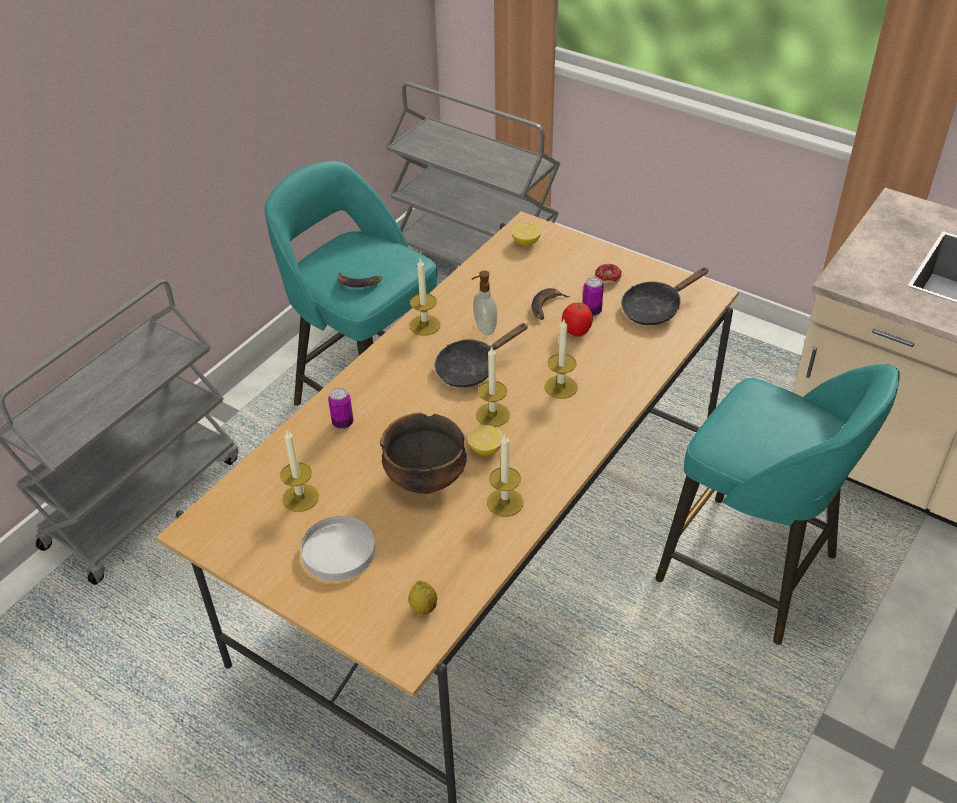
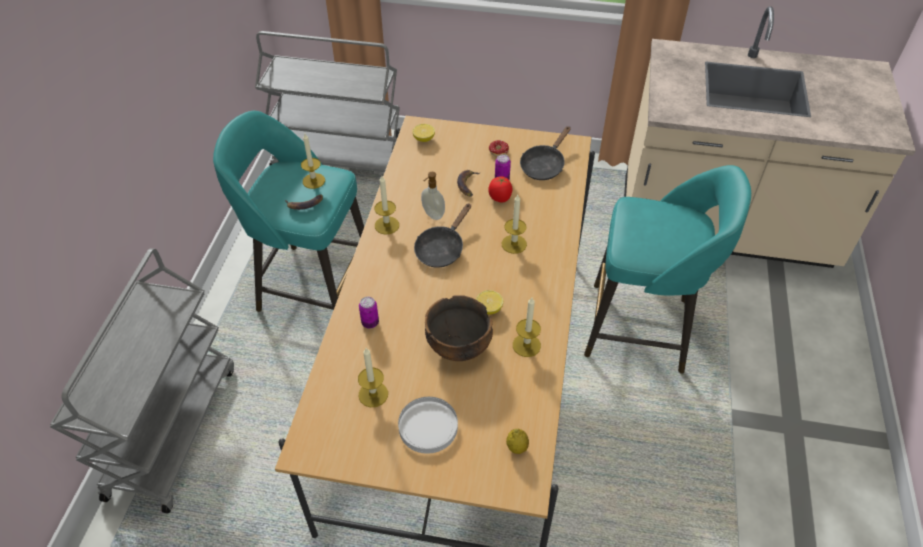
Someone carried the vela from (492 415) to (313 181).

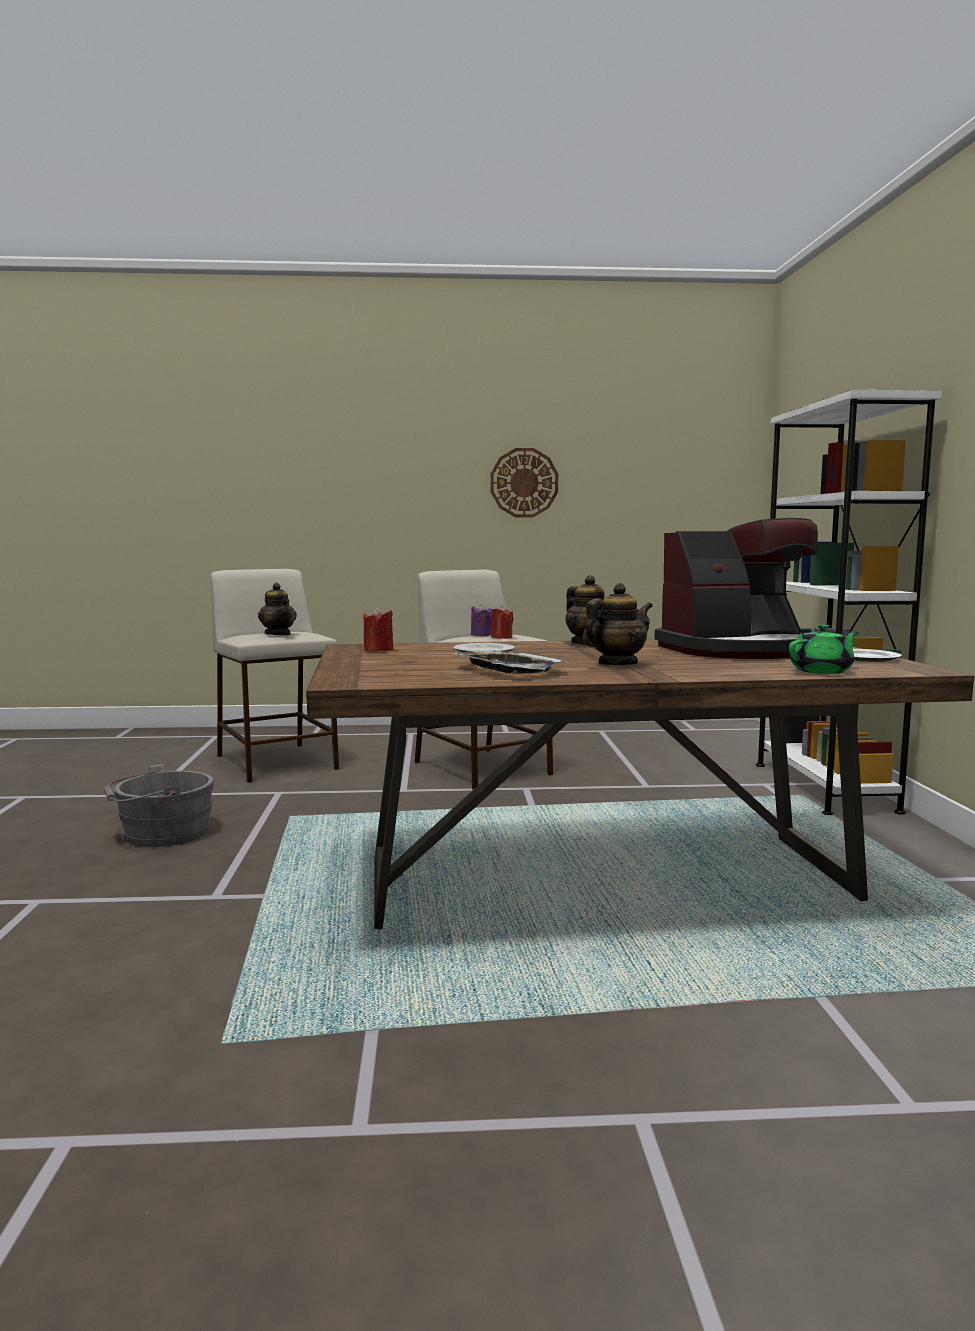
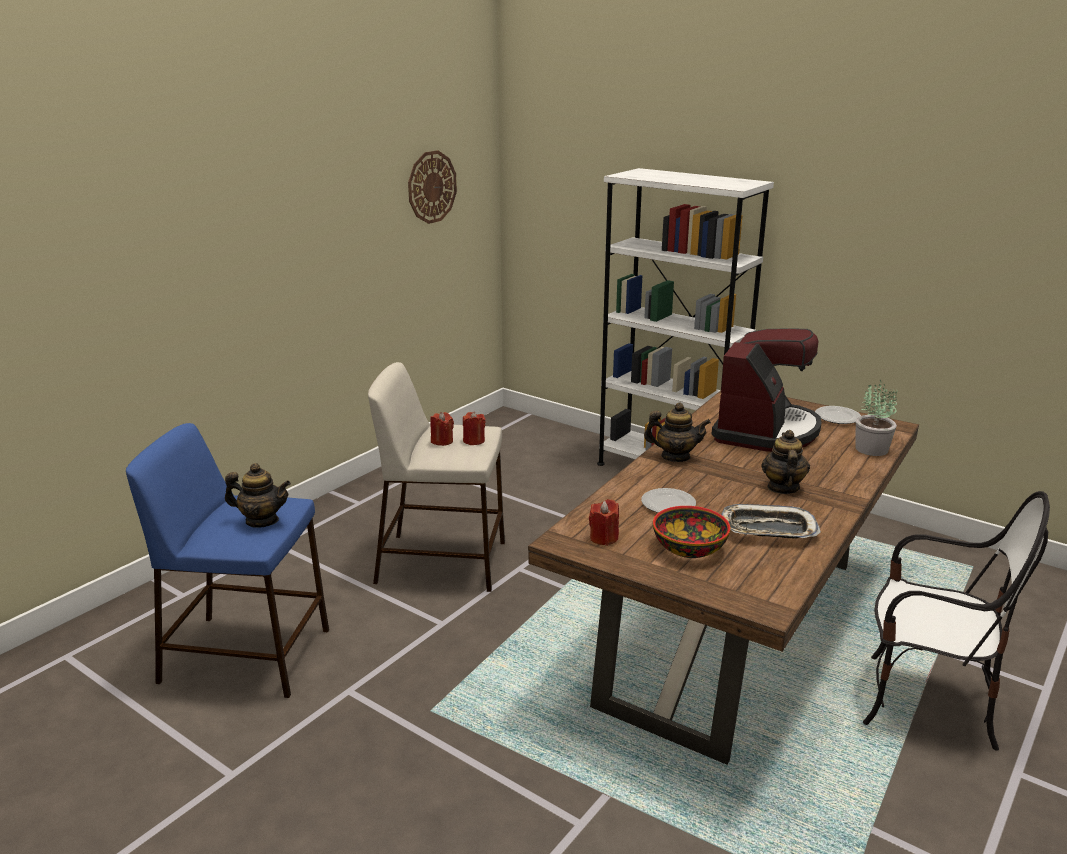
Someone repainted the taburete/beis at (277 762), which became the taburete/azul at (248 655). Someone carried the reloj de pared from (524 483) to (431 187). Someone repainted the vela/morado at (481 635), which became the vela/rojo at (442 441). Someone put down the cuenco at (689 549). Someone swapped the tetera/verde at (822 671) for the planta en maceta at (871 449). Someone put down the silla at (926 704). Someone took away the cubo/gris at (161 833).

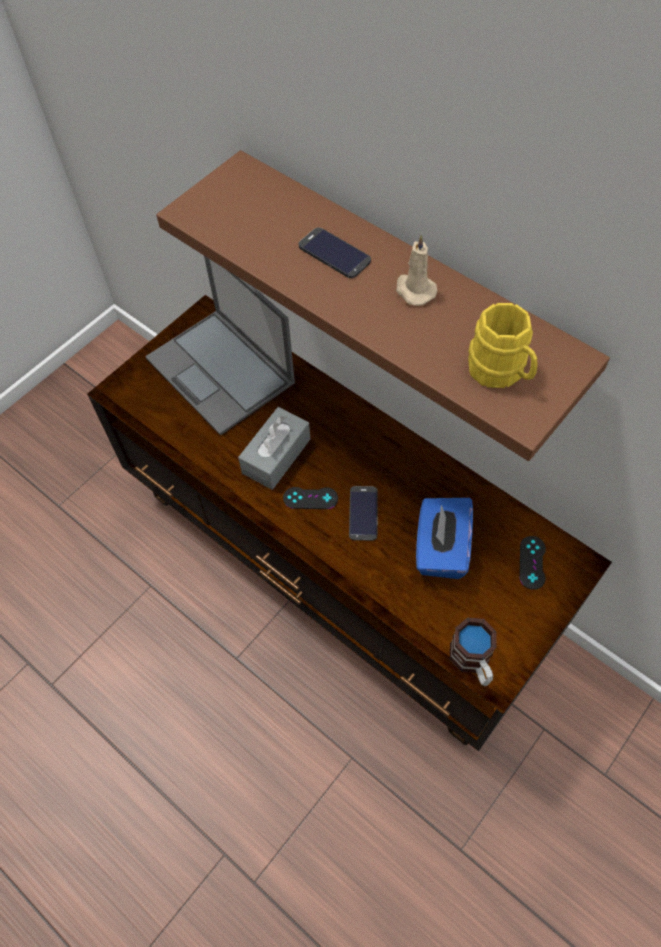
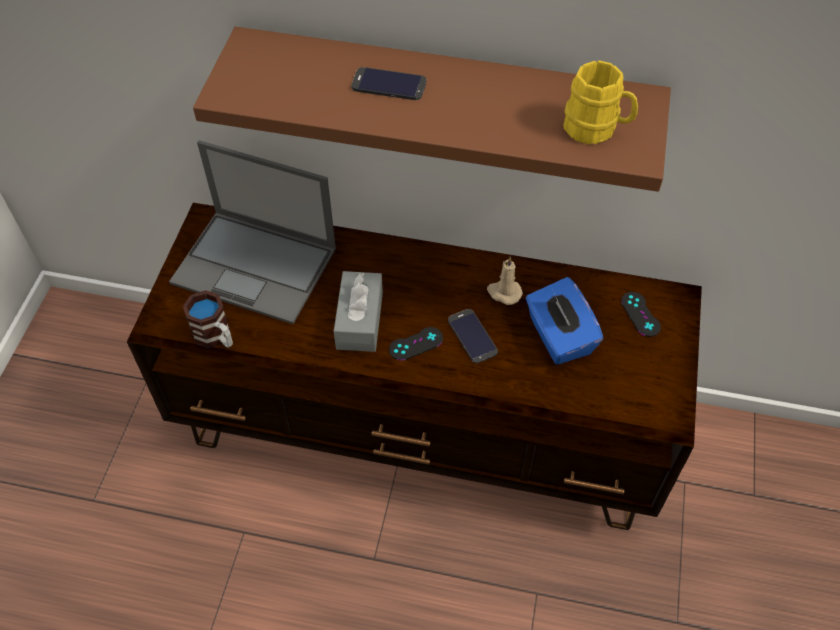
Someone carried the taza grande from (473 662) to (216 336). Someone carried the vela/beis from (414 290) to (503 292).

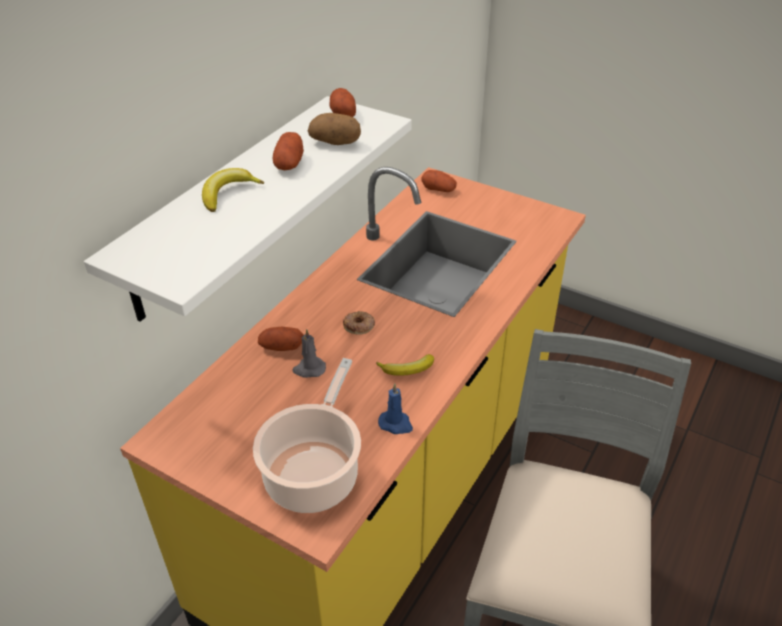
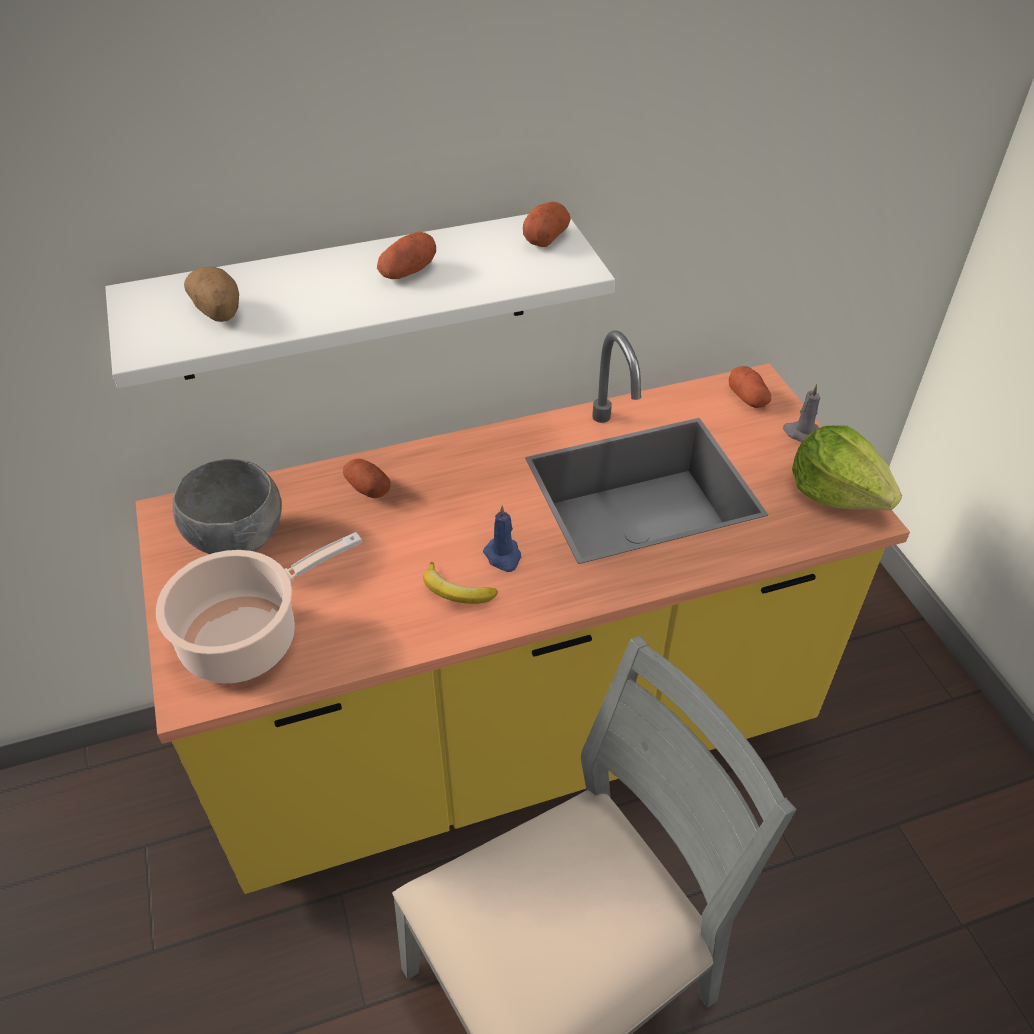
Someone put down the cuenco/gris at (236 538). Someone carried the patata from (336 142) to (219 312). Someone carried the vela/azul from (396 424) to (503 556). Someone carried the vela/gris from (309 369) to (801 433). Someone put down the lechuga at (837 492). Someone took away the plátano at (228 194). Someone took away the rosquilla at (359 326).

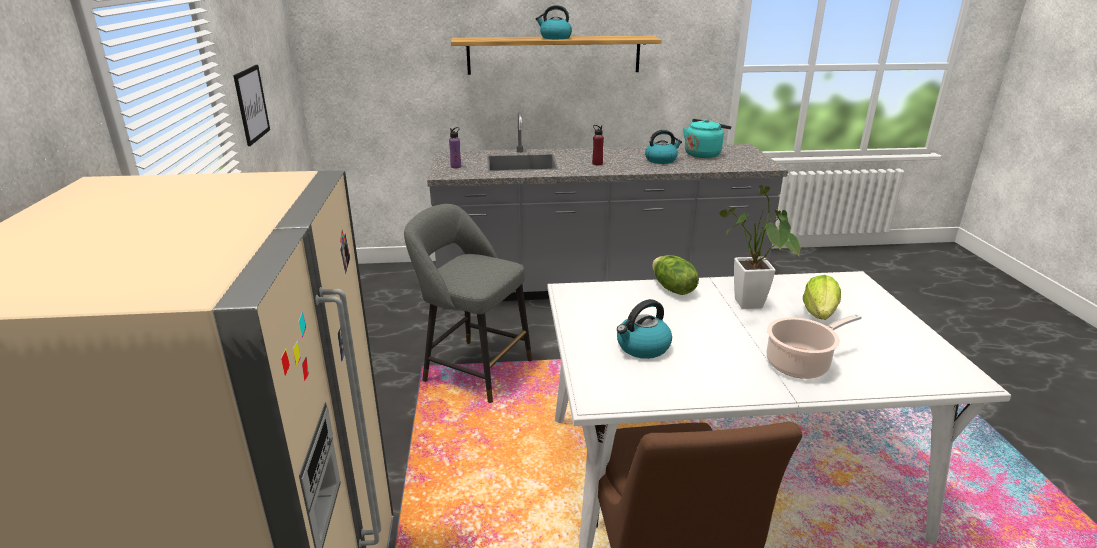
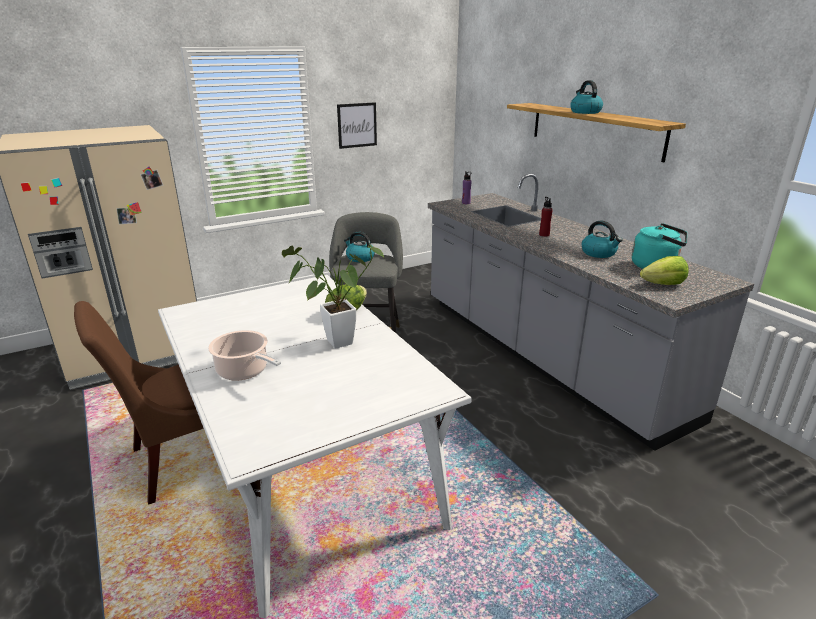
Someone carried the hervidor from (642 347) to (360 258). Someone carried the lechuga from (819 314) to (663 284).

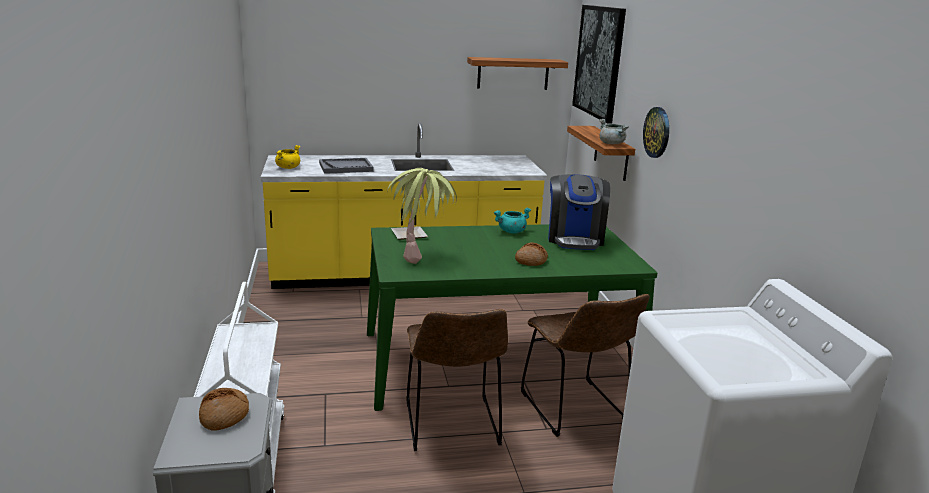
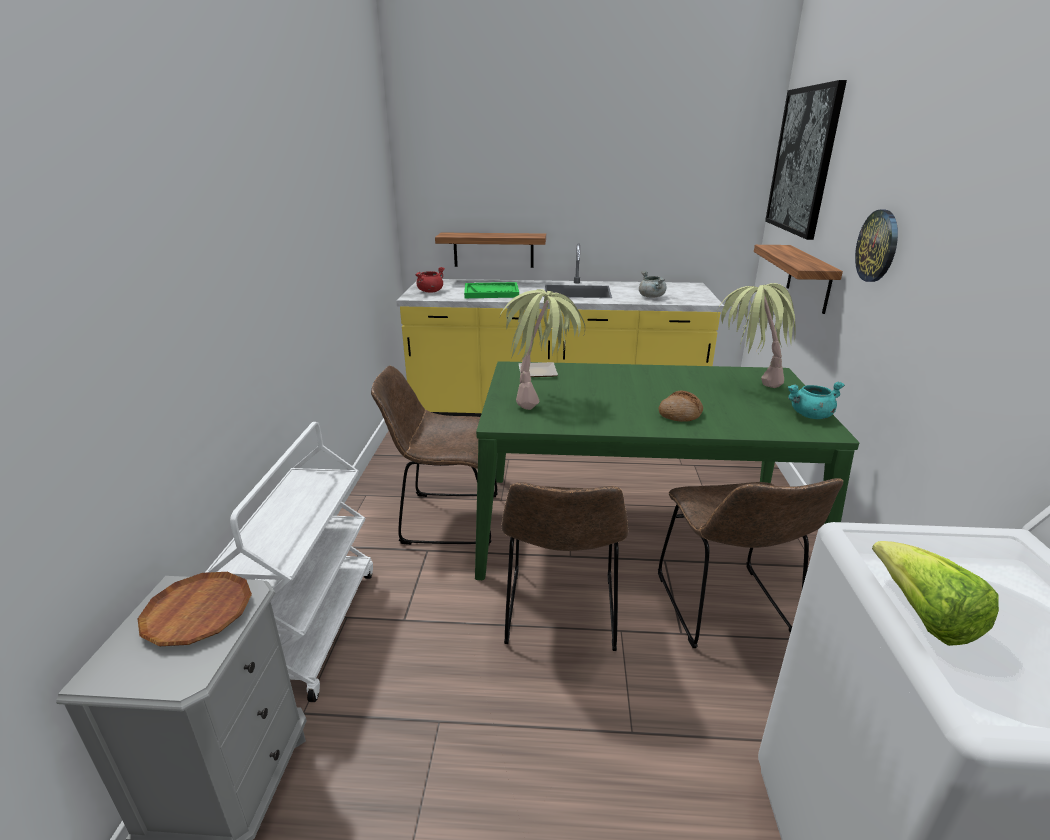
Someone swapped the pan at (224 416) for the plato/marrón at (198 613). Someone put down the silla/marrón at (444 519). Someone repainted the olla/amarillo at (288 167), which became the olla/rojo at (430 291). Someone carried the estante from (513 73) to (493 250). Someone repainted the bandeja/gris at (346 167), which became the bandeja/verde at (491 292). Someone carried the olla/gris from (612 143) to (652 296). Someone swapped the cafetera at (575 238) for the planta en maceta at (746 386). Someone carried the olla/turquesa from (511 232) to (810 415). Someone put down the lechuga at (922 616).

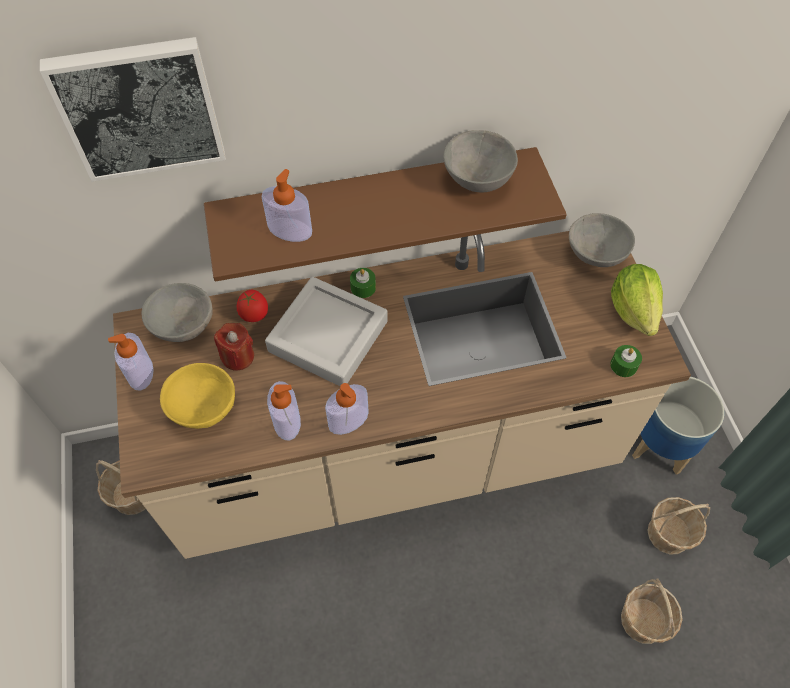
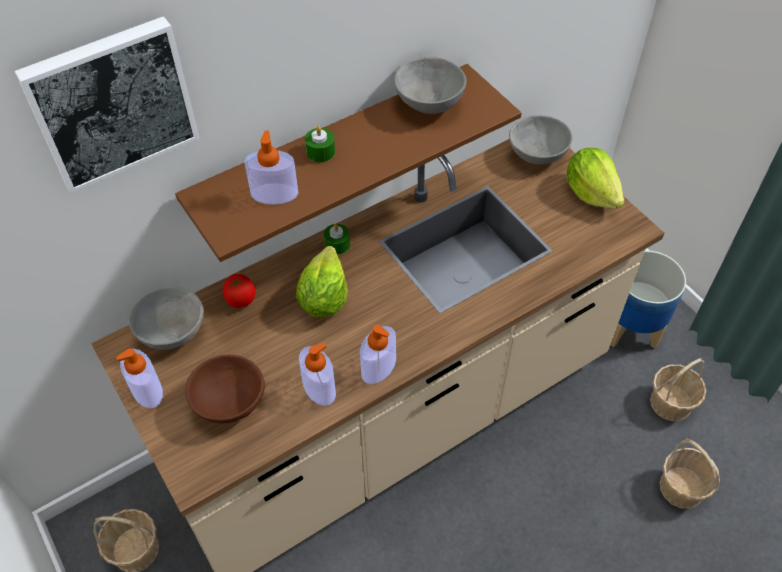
Someone repainted the cuenco/amarillo at (204 407), which became the cuenco/marrón at (229 402). Someone swapped the bandeja/gris at (328 336) for the lechuga at (324 298). Someone carried the vela/verde from (623 365) to (320 152). Someone took away the vela/rojo at (238 356).

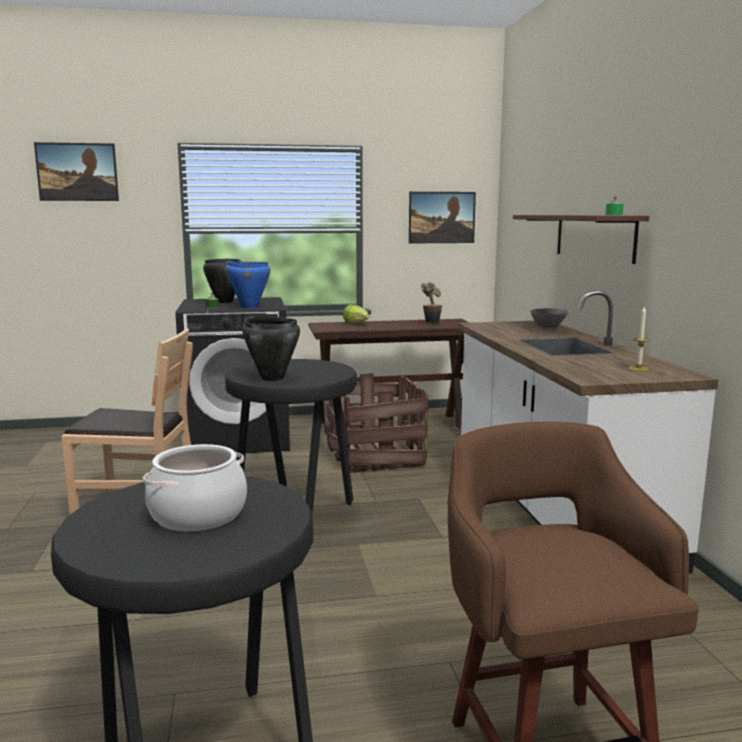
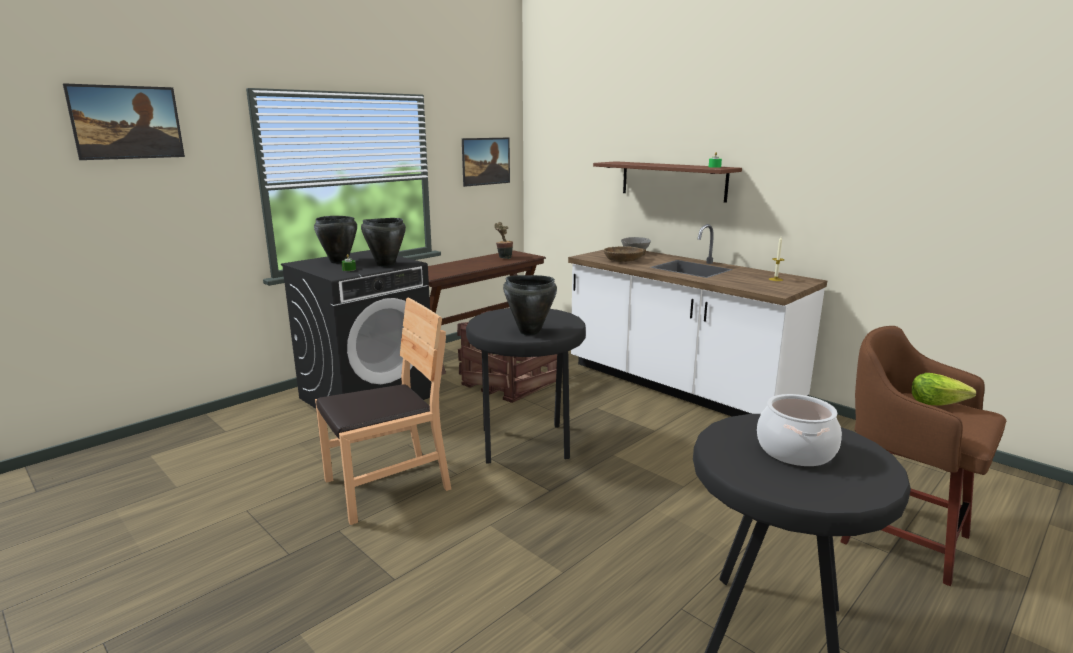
Someone repainted the olla/azul at (249 307), which became the olla/negro at (385 265). Someone put down the cuenco/marrón at (623 259). Someone carried the lechuga from (356 323) to (936 403).

